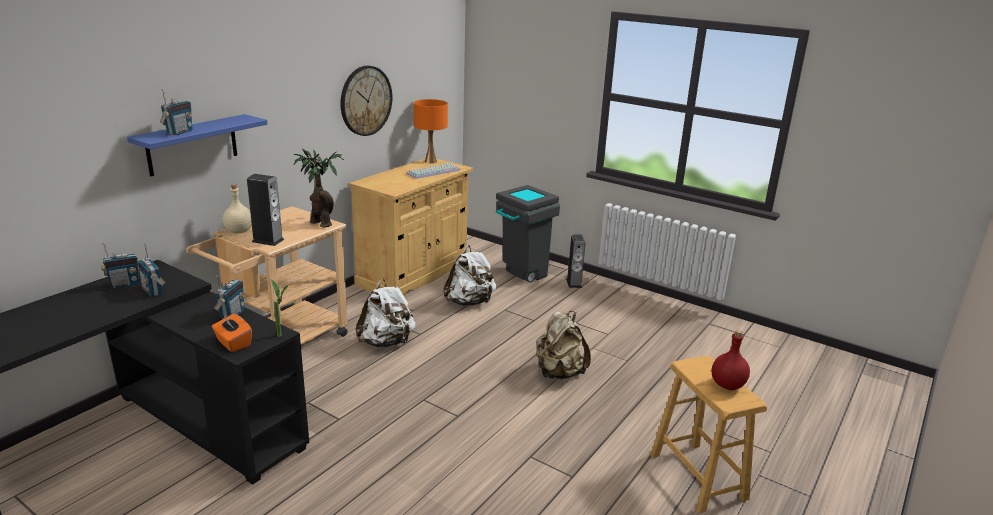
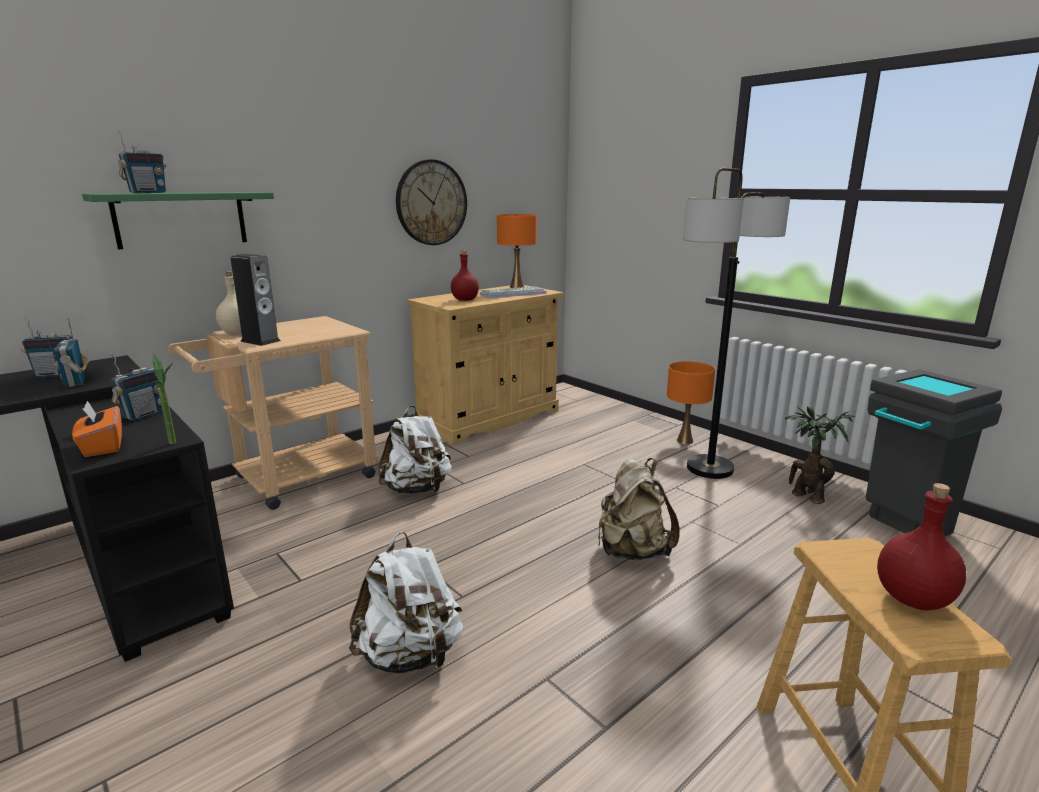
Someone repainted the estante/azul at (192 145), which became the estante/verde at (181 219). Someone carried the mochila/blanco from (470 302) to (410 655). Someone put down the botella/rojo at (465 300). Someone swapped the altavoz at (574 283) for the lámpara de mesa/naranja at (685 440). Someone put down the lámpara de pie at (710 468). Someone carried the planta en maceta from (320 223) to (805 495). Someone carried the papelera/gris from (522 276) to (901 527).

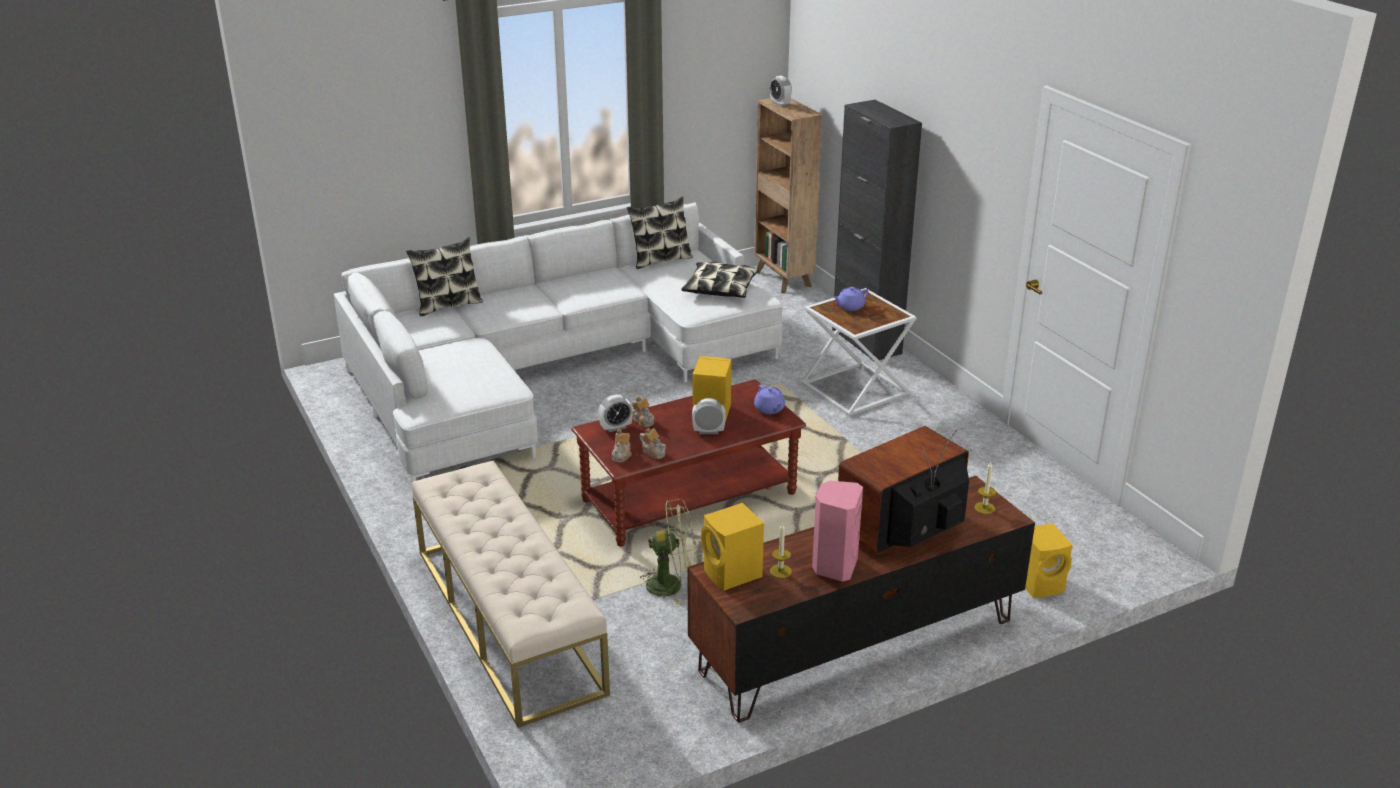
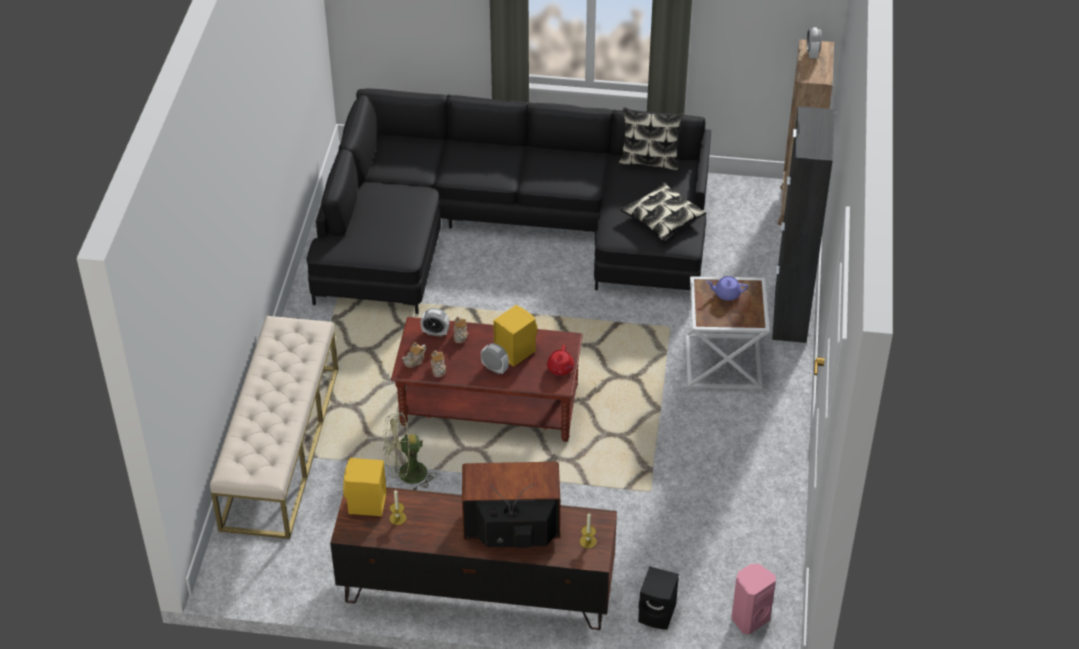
Someone repainted the sofá/blanco at (551 370), which became the sofá/negro at (507 228). Someone rotated the ventilador/verde at (672 585) by 135 degrees clockwise. Someone repainted the tetera/morado at (769 409), which became the tetera/rojo at (560 369). Someone repainted the altavoz/amarillo at (1041 583), which became the altavoz/negro at (658 614). Someone carried the altavoz/rosa from (834 566) to (749 618). Someone took away the cojín at (448 305).

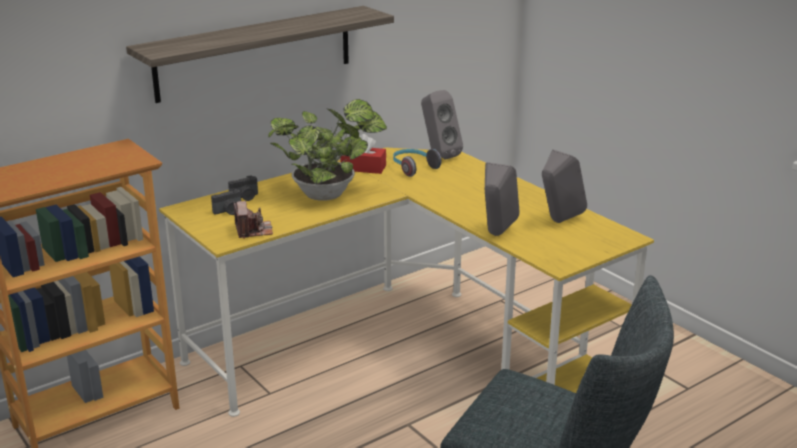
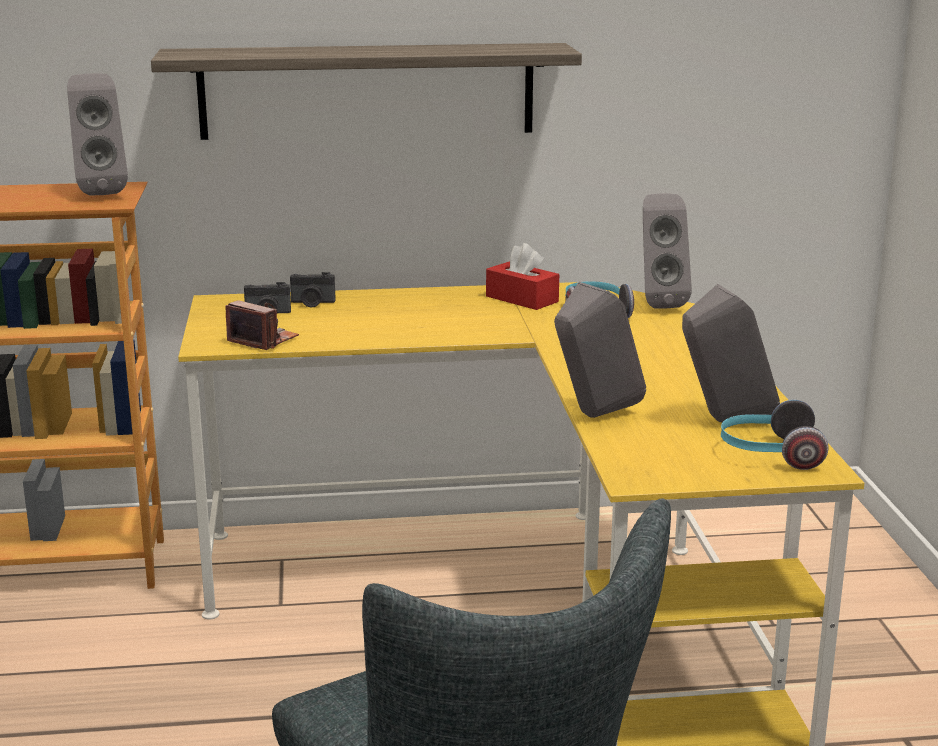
Someone put down the altavoz/gris at (101 192). Someone rotated the cámara at (253 230) by 75 degrees counterclockwise. Someone put down the auriculares at (769 453). Someone took away the planta en maceta at (329 194).

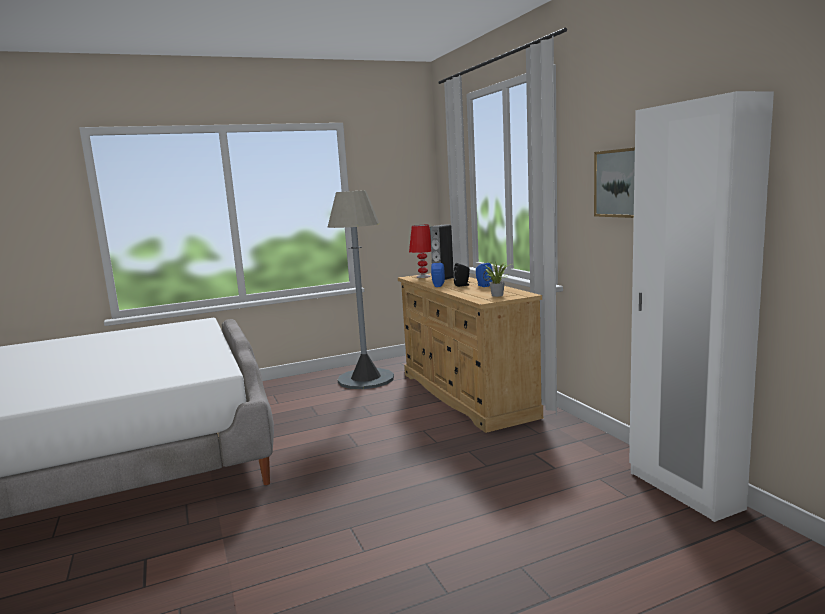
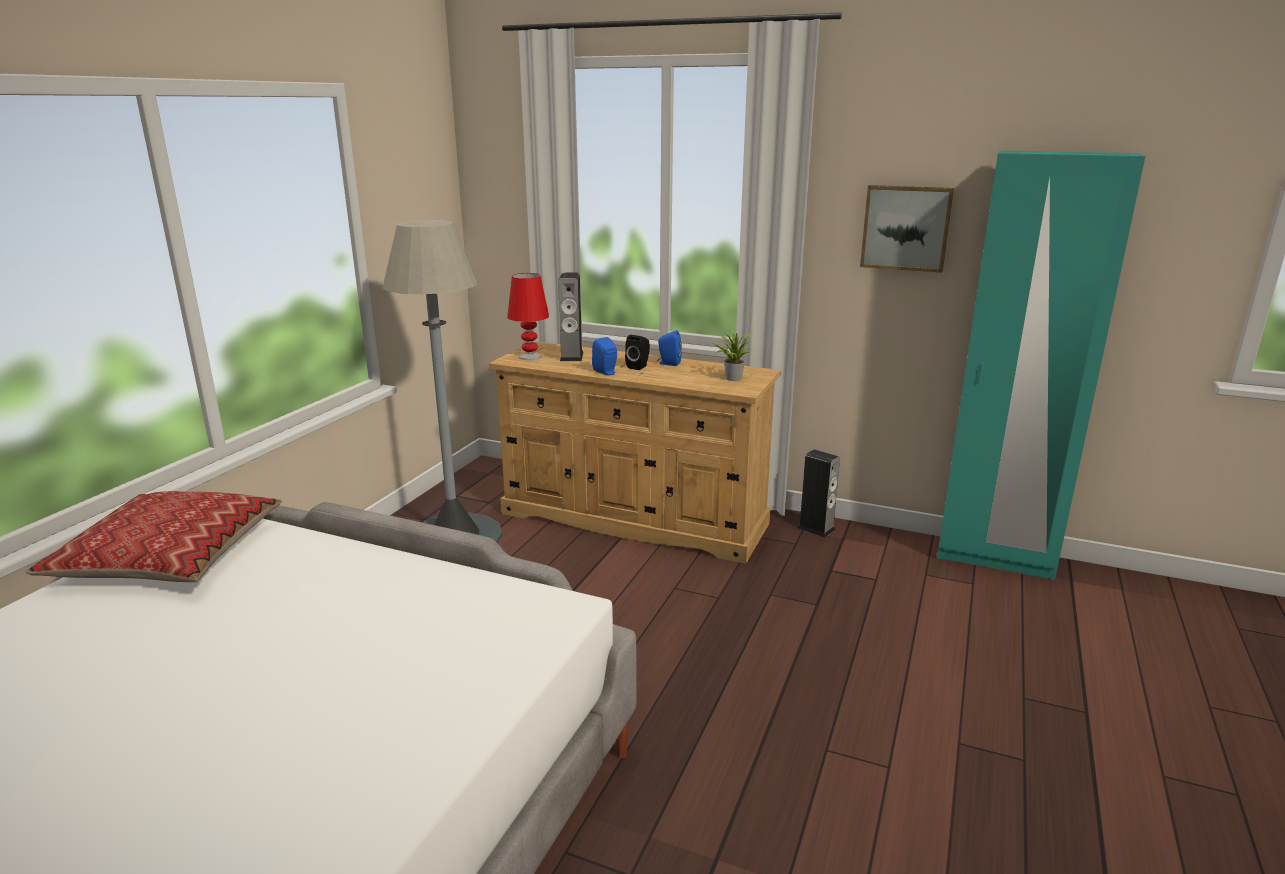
Someone put down the cojín at (169 556). Someone put down the altavoz at (816 528). Someone repainted the armario ropero/blanco at (683 490), which became the armario ropero/turquesa at (994 559).

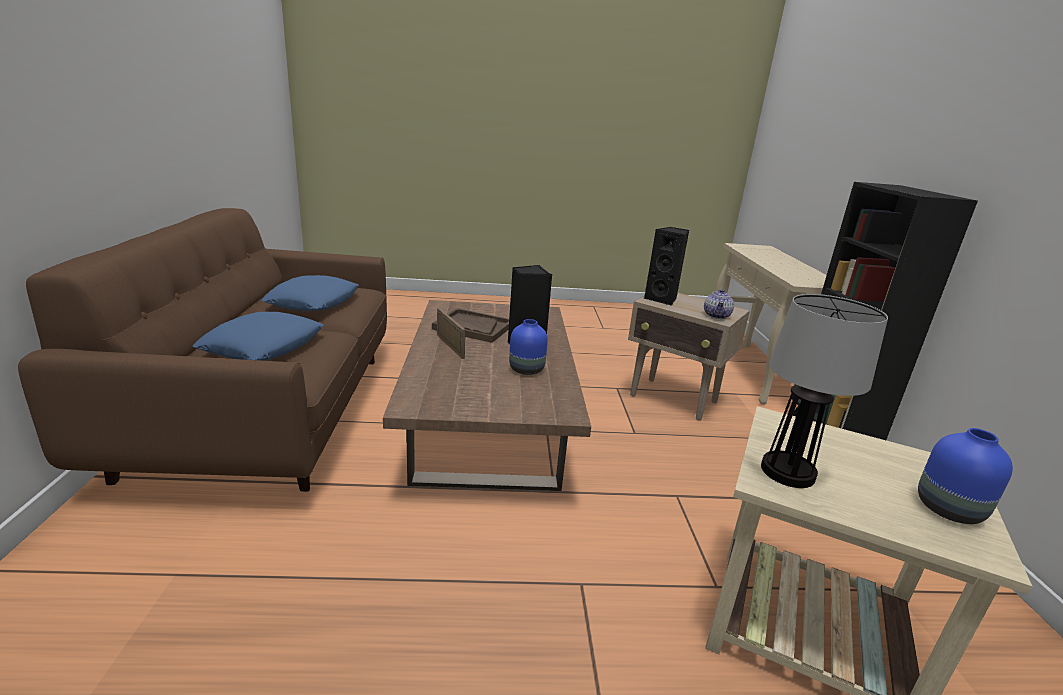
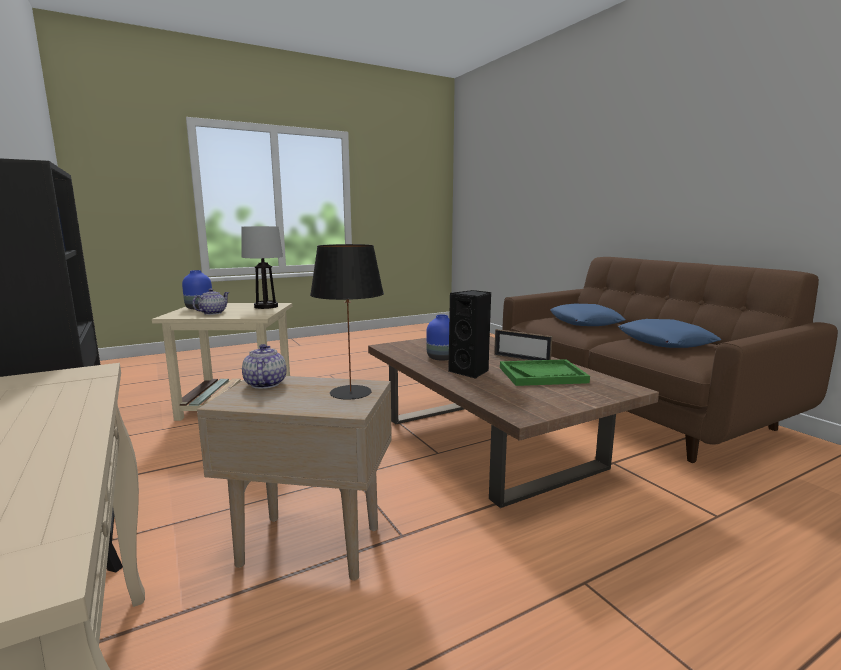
Someone put down the tetera at (212 313). Someone swapped the altavoz/negro at (662 299) for the lámpara de mesa/negro at (350 392). Someone repainted the bandeja/marrón at (473 327), which became the bandeja/verde at (542 375).

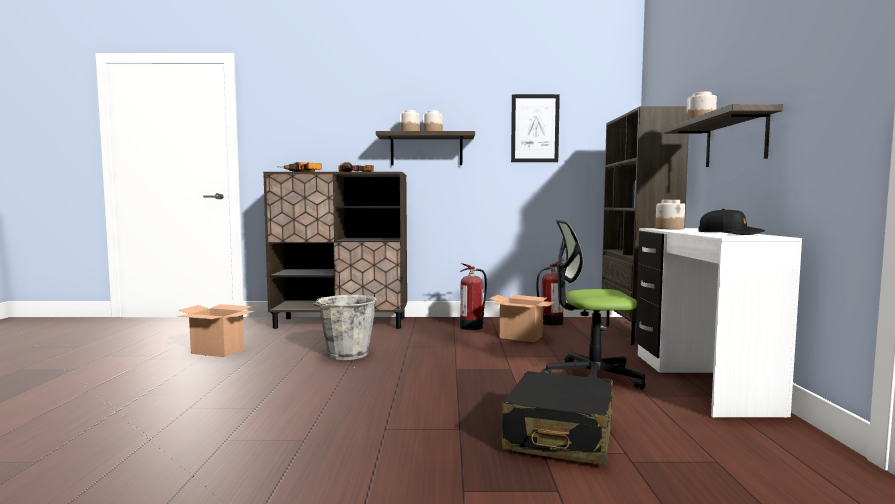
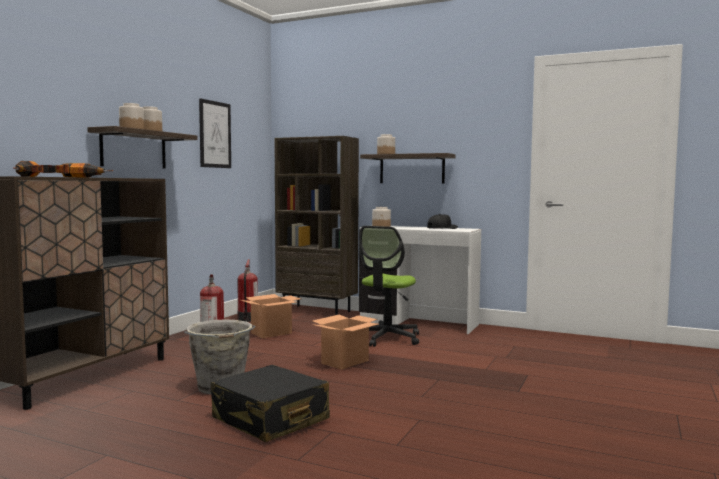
Someone carried the maleta/negro from (560 436) to (270 419). Someone carried the caja de cartón from (218 351) to (345 362).

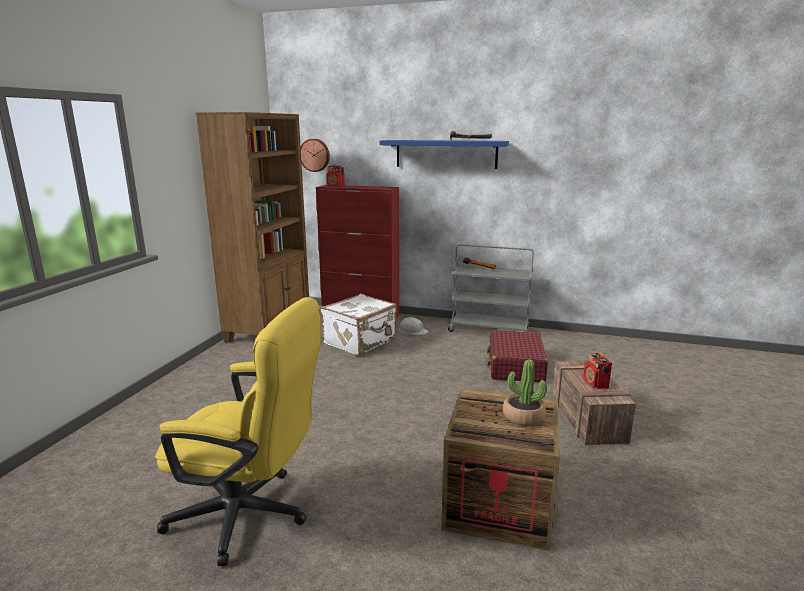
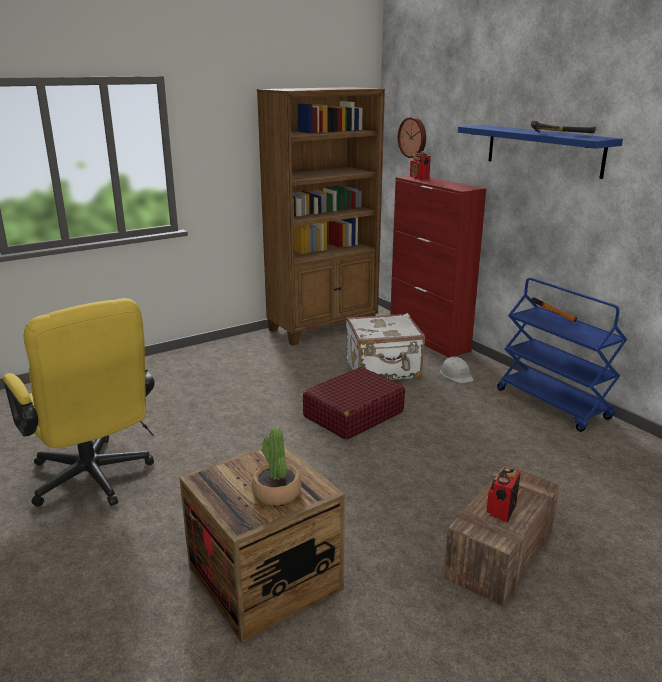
Someone carried the maleta/rojo from (515 366) to (353 414). Someone repainted the carrito/gris at (489 330), which became the carrito/azul at (553 404).

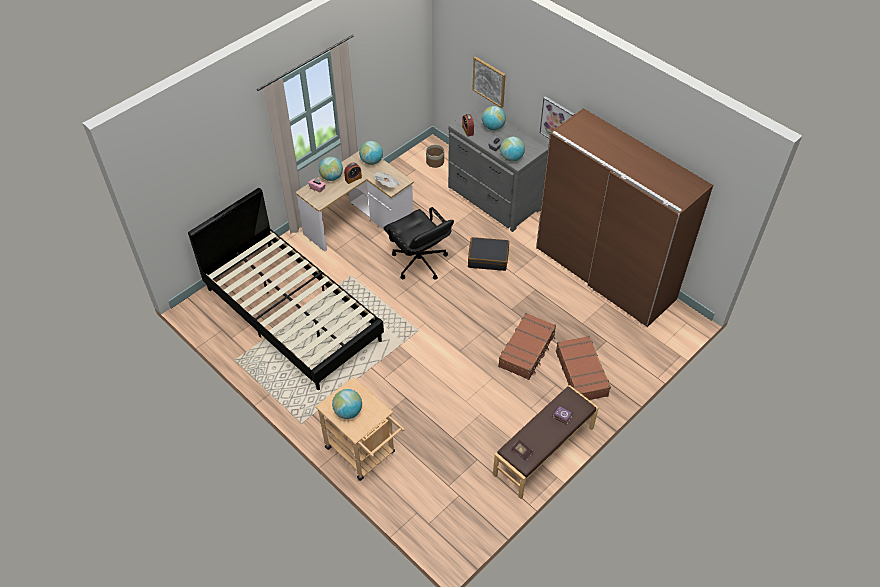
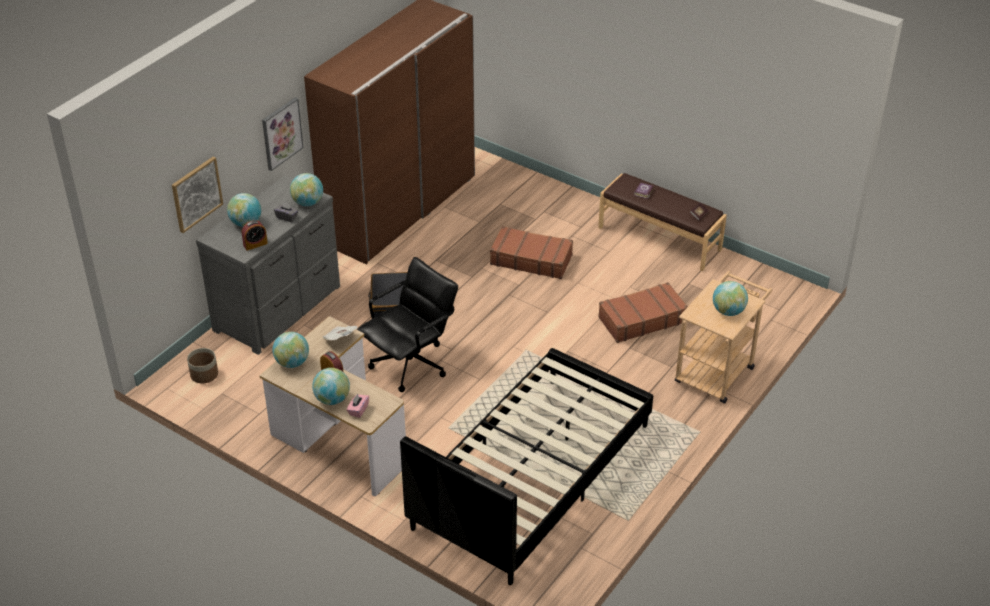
Someone carried the maleta/marrón from (582 373) to (641 319).

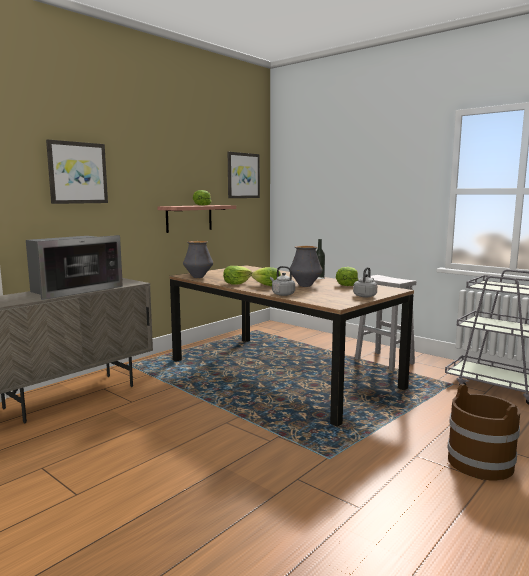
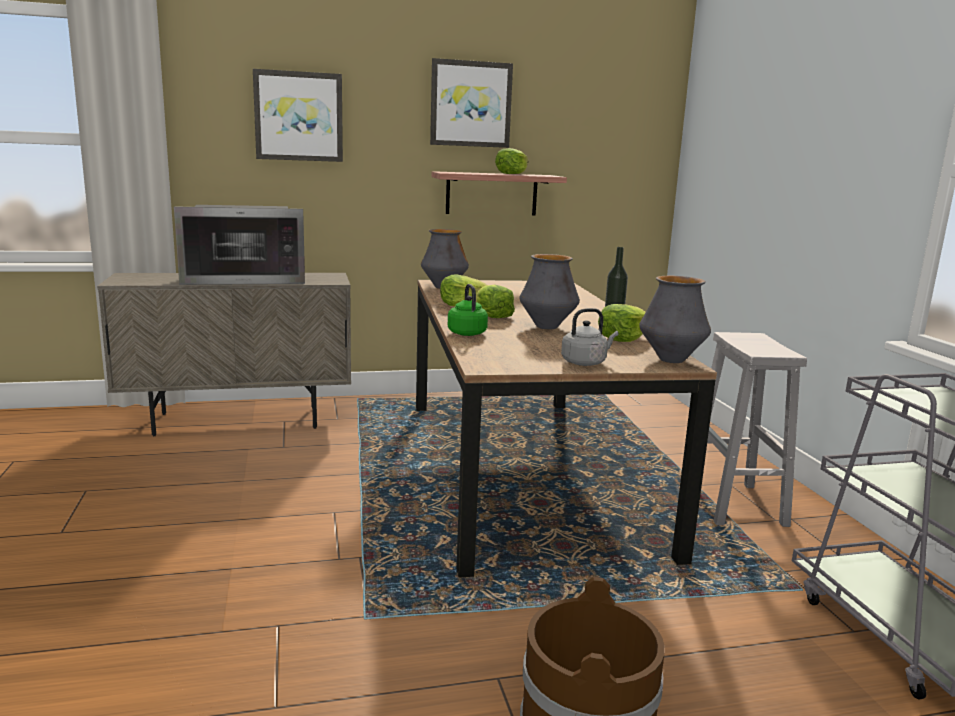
Someone carried the cuadro from (243 175) to (470 104). Someone repainted the hervidor/gris at (282 294), which became the hervidor/verde at (466 333). Someone put down the florero at (671 360).

